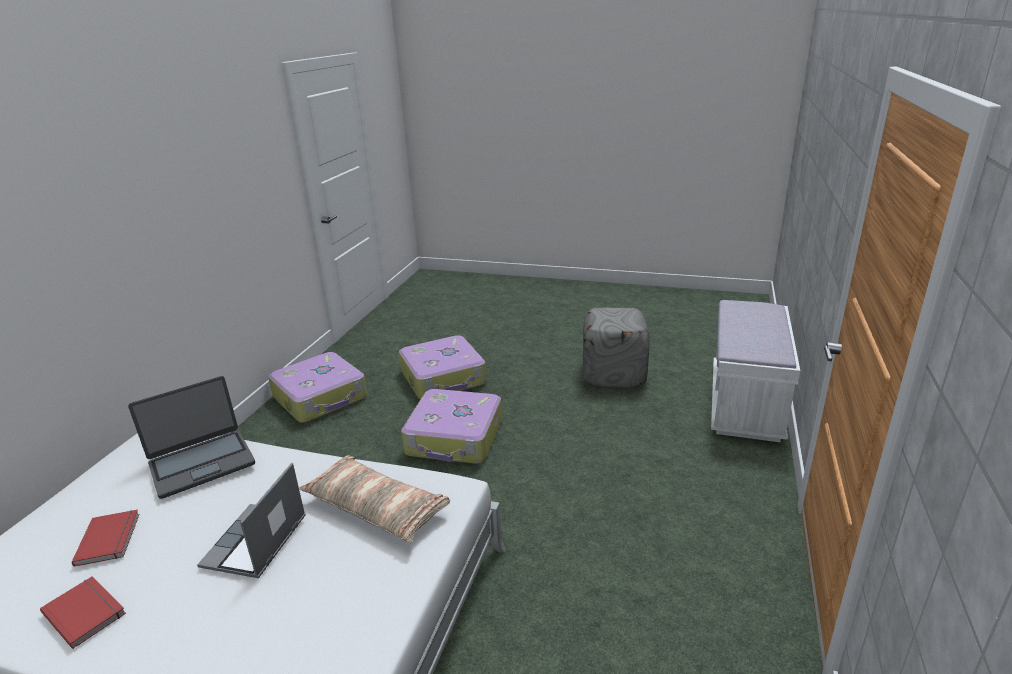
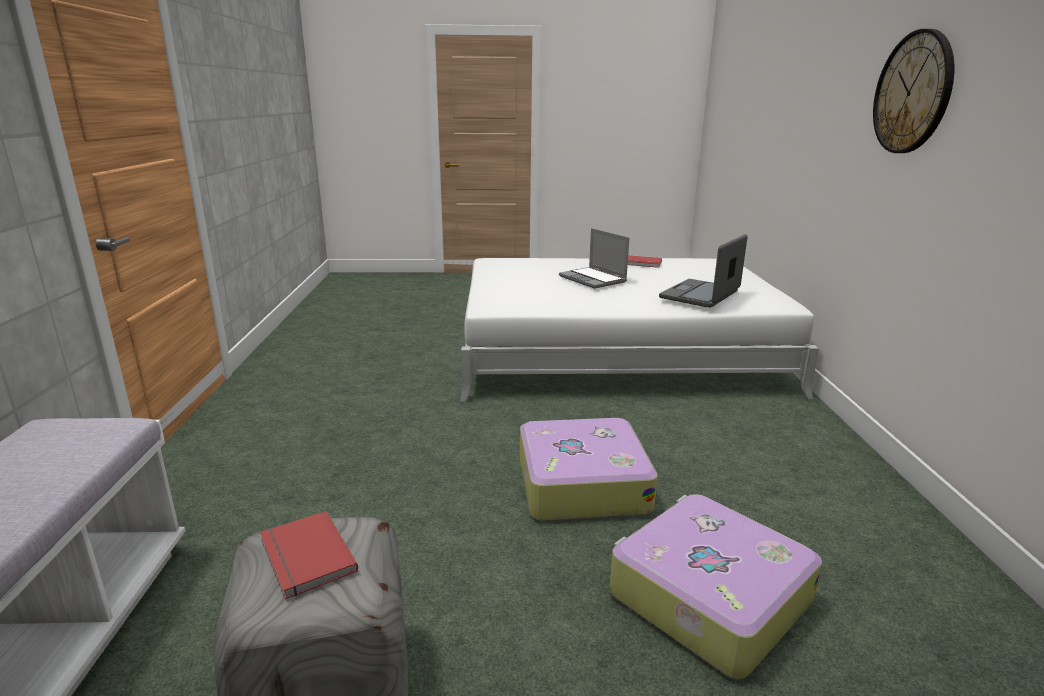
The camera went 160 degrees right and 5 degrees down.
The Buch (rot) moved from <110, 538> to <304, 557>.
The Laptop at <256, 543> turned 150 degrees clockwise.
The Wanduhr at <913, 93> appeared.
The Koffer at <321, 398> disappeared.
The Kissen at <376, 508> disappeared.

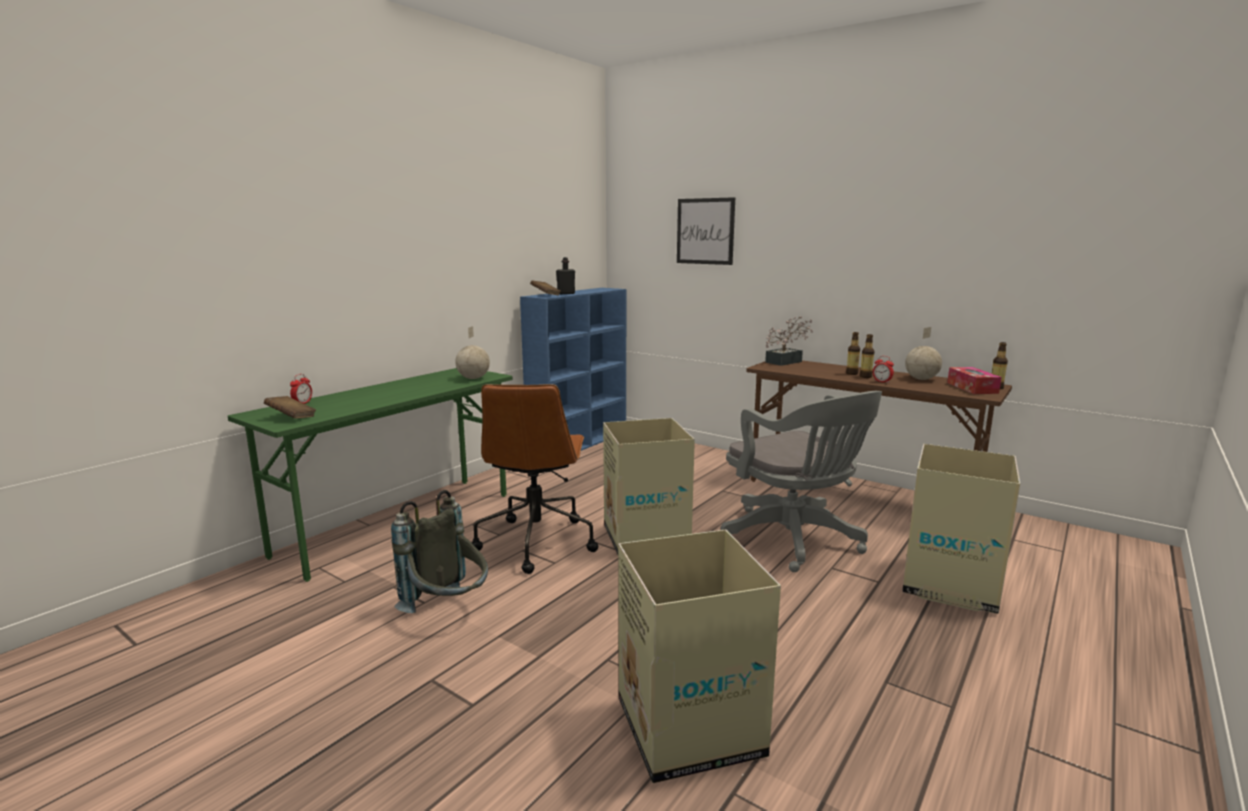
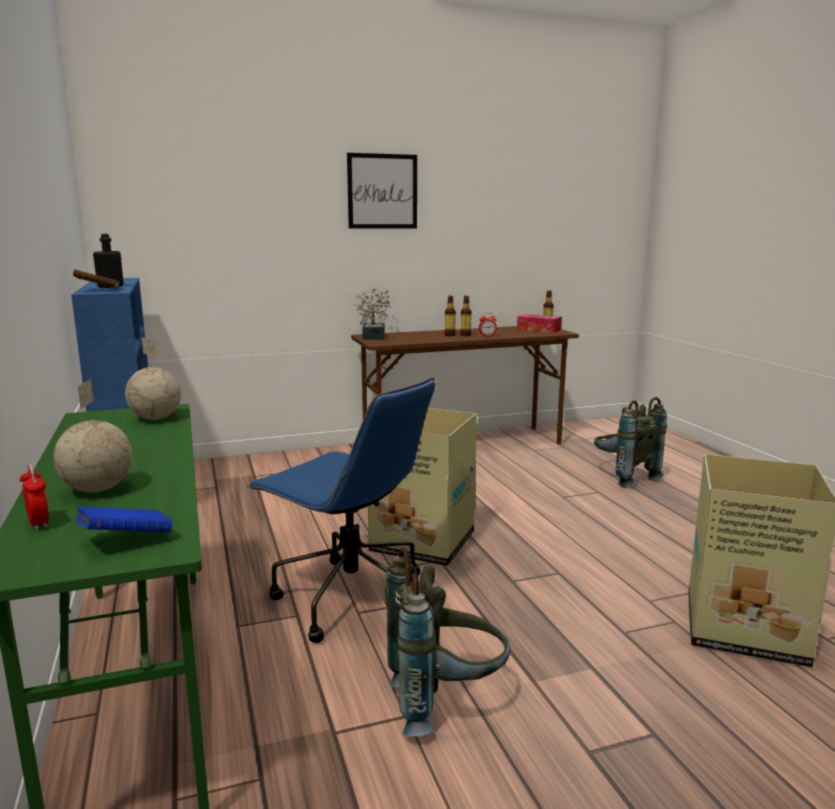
The camera went 55 degrees left and 0 degrees up.
The Globus moved from <921, 379> to <99, 489>.
The Buch (braun) at <291, 417> became the Buch (blau) at <126, 540>.
The Bürostuhl (braun) at <536, 541> became the Bürostuhl (blau) at <349, 598>.
The Bild moved from <705, 231> to <382, 191>.
The Karton at <949, 585> was replaced by the Rucksack (grau) at <623, 476>.
The Bürostuhl (grau) at <795, 541> disappeared.

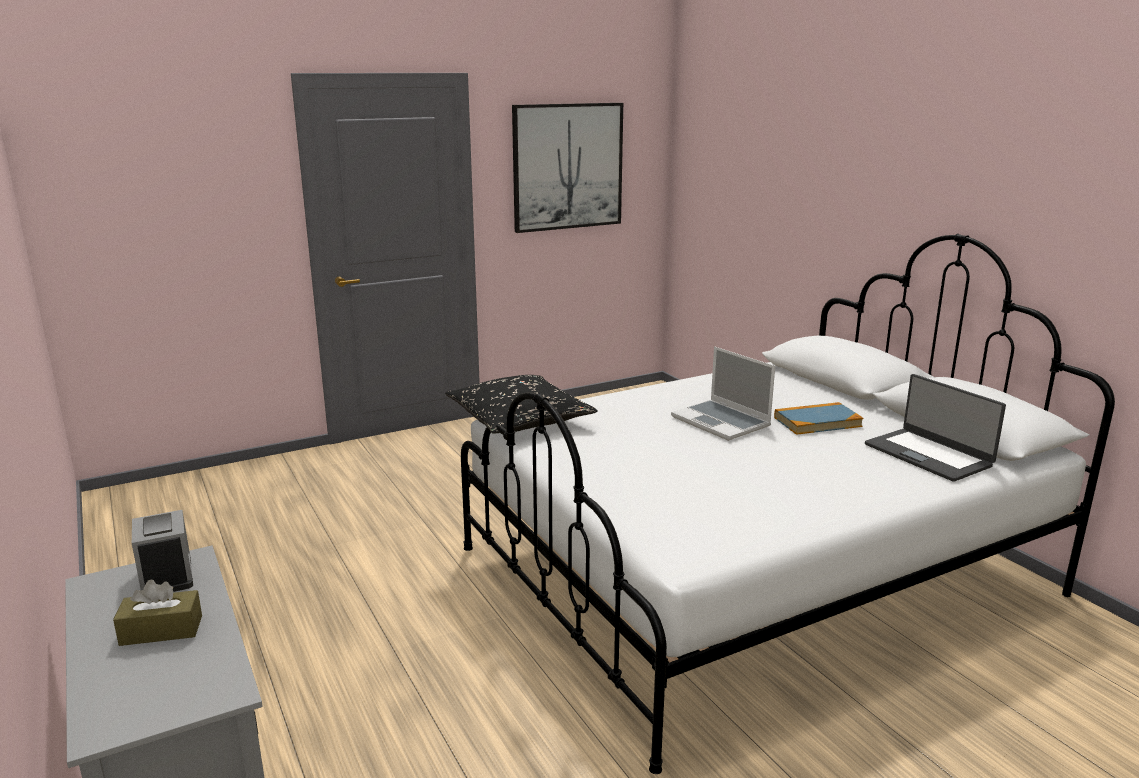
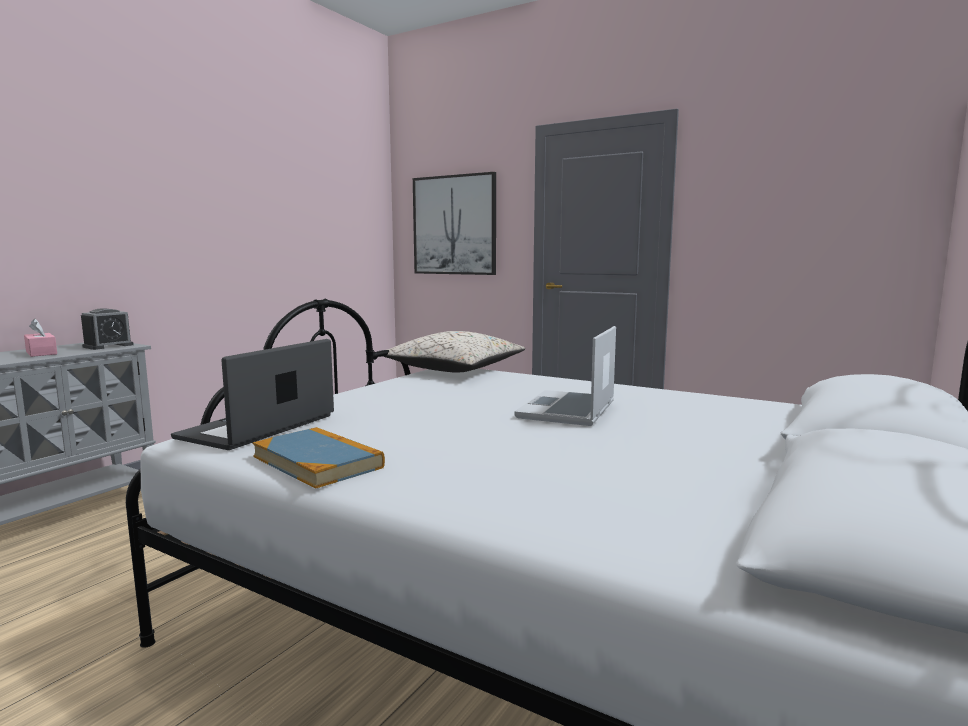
The camera went 60 degrees right and 10 degrees down.
The Taschentuchbox (braun) at <161, 630> became the Taschentuchbox (rosa) at <41, 353>.
The Laptop moved from <928, 455> to <259, 427>.
The Buch moved from <817, 422> to <317, 462>.
The Kissen (schwarz) at <519, 421> became the Kissen (beige) at <455, 369>.
The Bild moved from <567, 166> to <454, 225>.

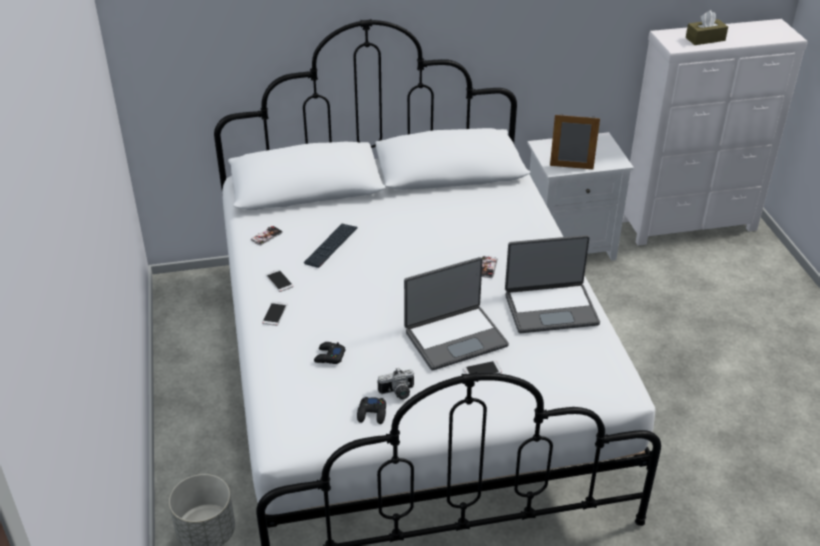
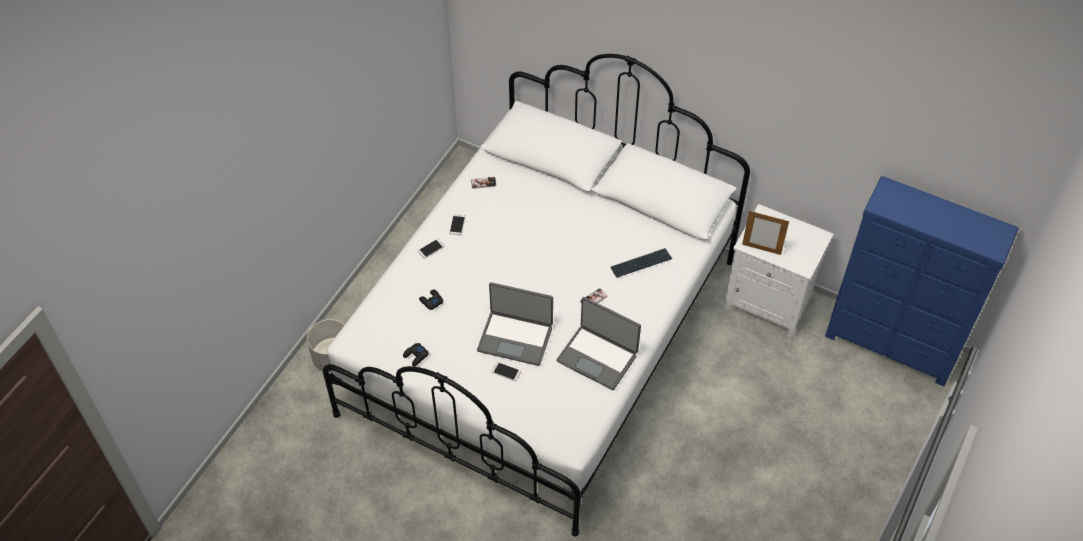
The camera went 40 degrees right and 15 degrees up.
The Tastatur moved from <331, 246> to <641, 263>.
The Bilderrahmen at <571, 167> turned 150 degrees clockwise.
The Kommode (weiß) at <689, 225> became the Kommode (blau) at <891, 346>.
The Kamera at <398, 393> disappeared.
The Taschentuchbox (braun) at <705, 39> disappeared.

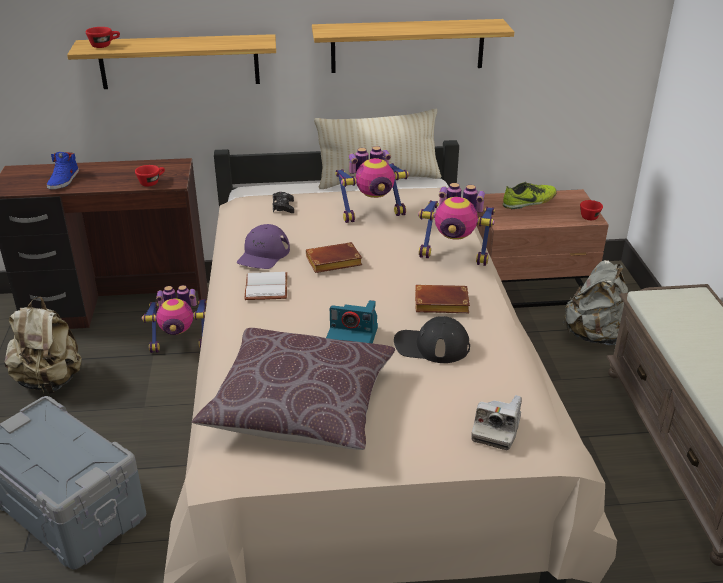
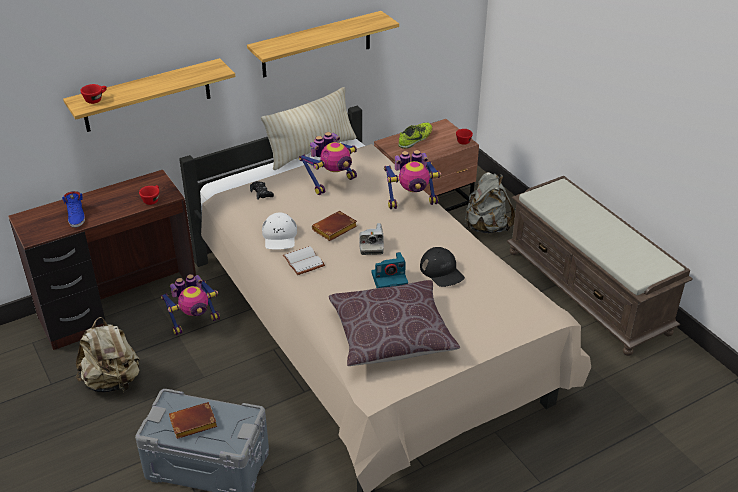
The camera went 25 degrees left and 5 degrees up.
The Buch (braun) moved from <439, 305> to <192, 424>.
The Kappe (lila) at <263, 254> became the Kappe (weiß) at <279, 236>.
The Kamera moved from <496, 430> to <371, 245>.
The Kappe (schwarz) at <431, 346> turned 105 degrees counterclockwise.

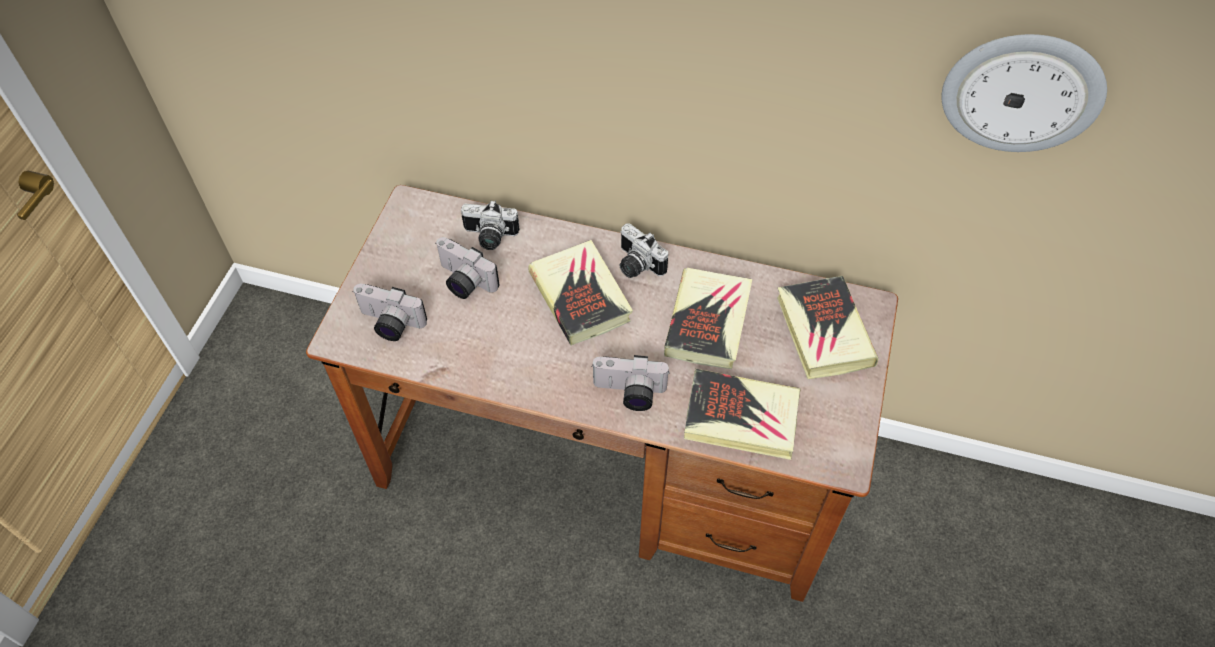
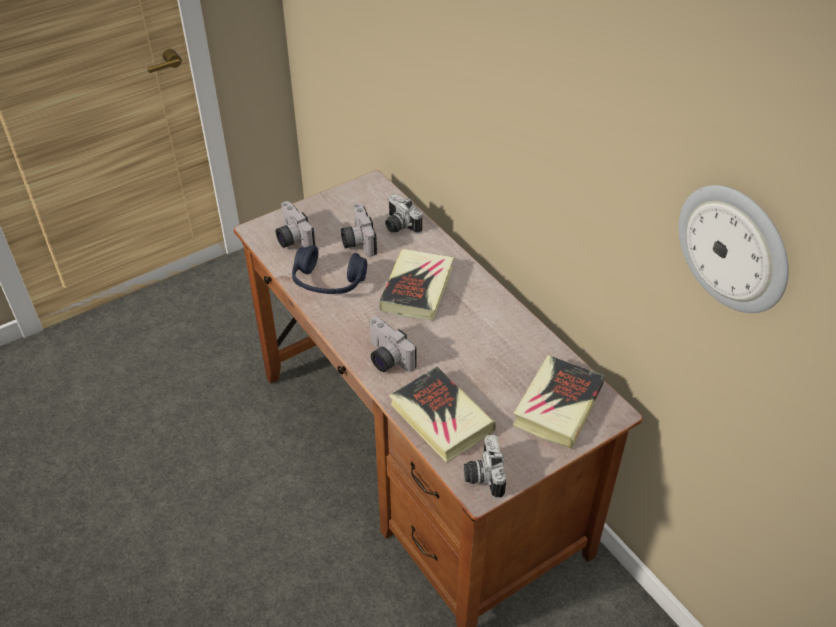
The camera went 40 degrees right and 10 degrees down.
The Kopfhörer (blau) at <328, 282> appeared.
The Kamera moved from <636, 265> to <482, 475>.
The Buch at <707, 322> disappeared.

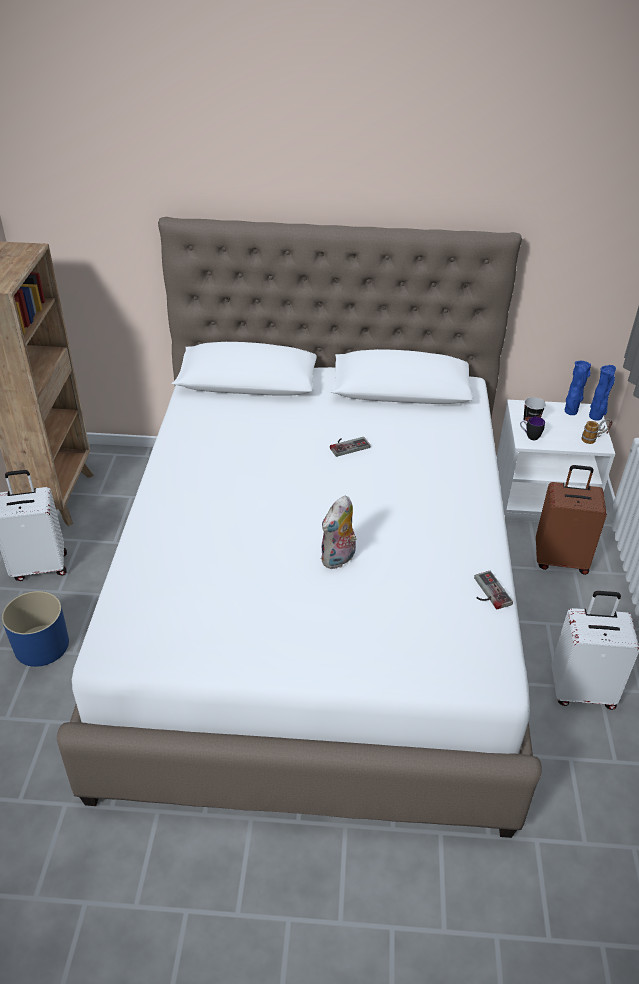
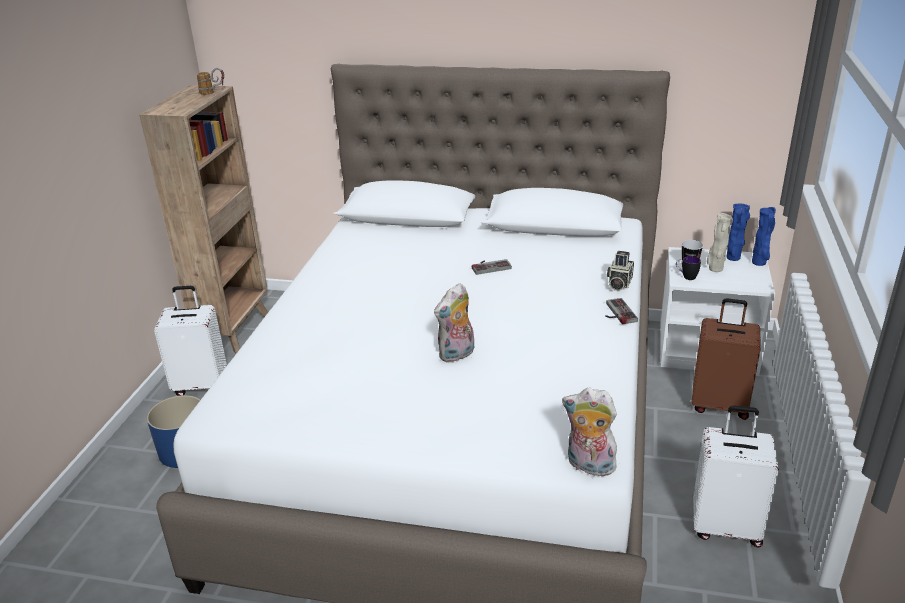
The camera went 10 degrees right and 10 degrees down.
The Henkelbecher moved from <594, 439> to <213, 92>.
The Plüschtier at <588, 466> appeared.
The Gamepad moved from <488, 592> to <616, 313>.
The Kamera at <618, 283> appeared.
The Vase (beige) at <714, 269> appeared.

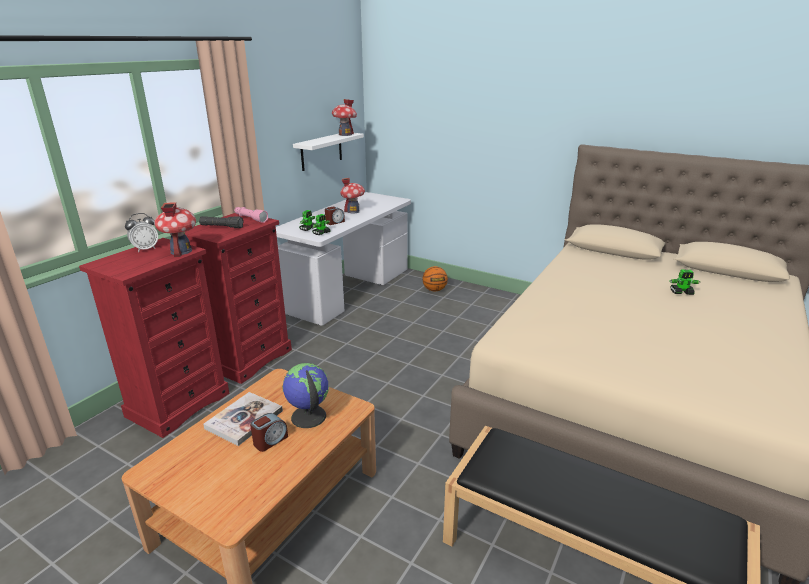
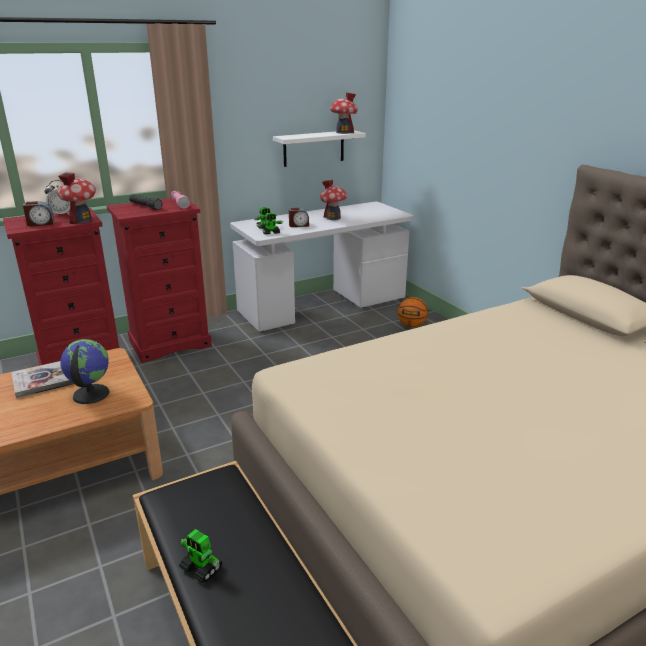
The camera went 30 degrees right and 0 degrees up.
The Wecker moved from <270, 441> to <40, 223>.
The Spielzeugroboter moved from <681, 292> to <201, 569>.

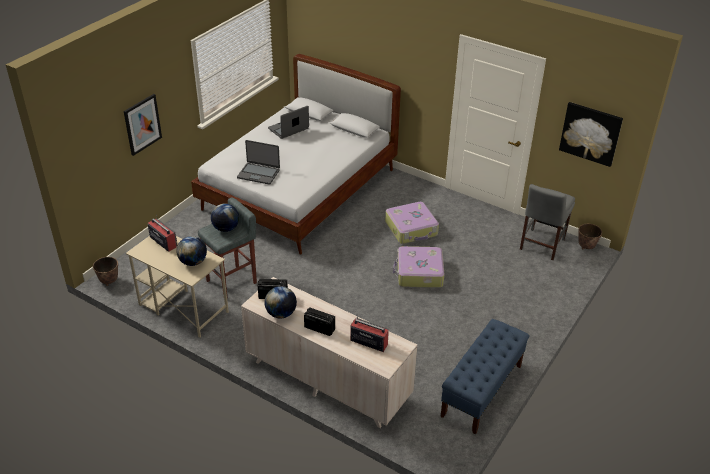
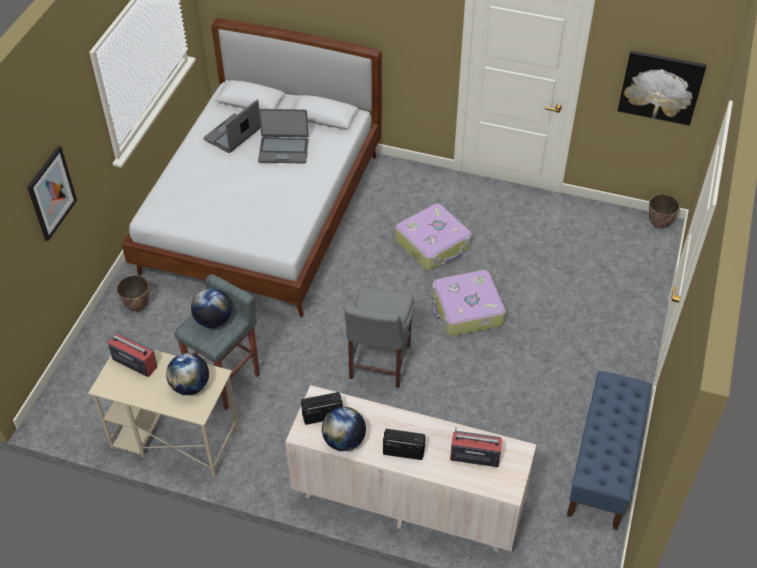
The camera went 15 degrees left and 10 degrees up.
The Pflanzkübel moved from <109, 281> to <137, 306>.
The Laptop moved from <258, 174> to <283, 150>.
The Stuhl (grau) moved from <541, 245> to <378, 365>.

